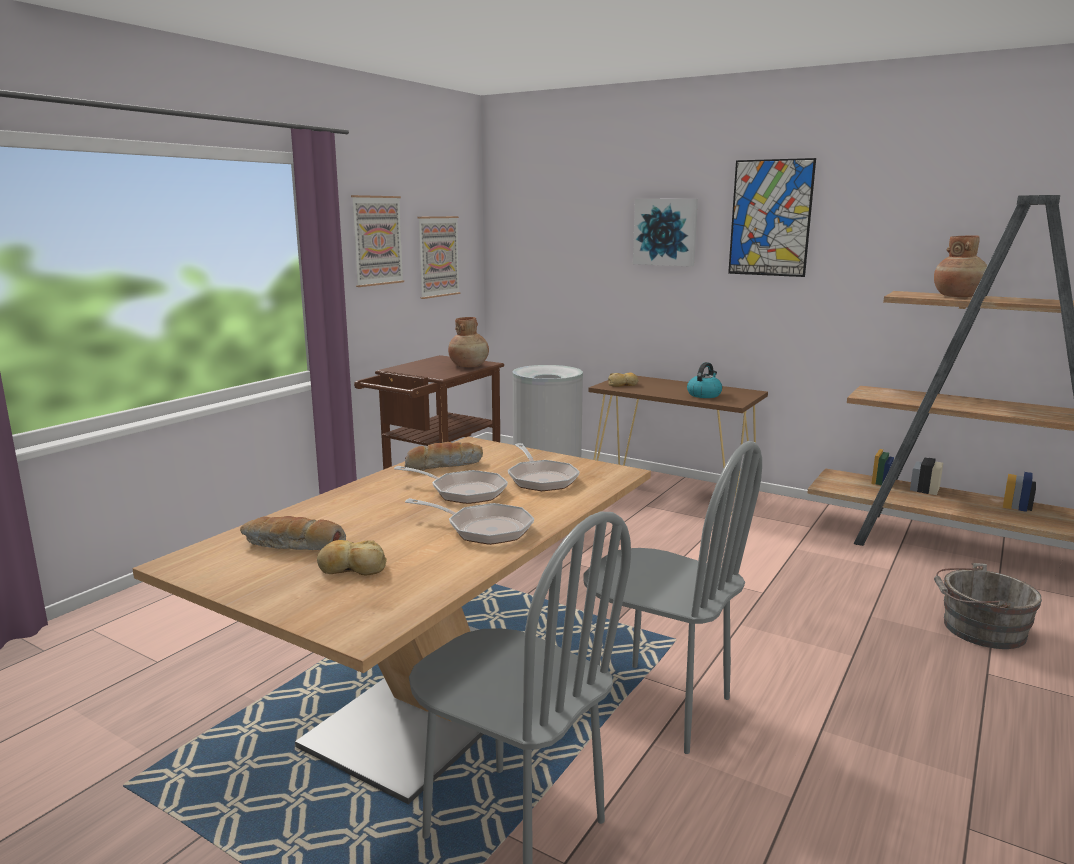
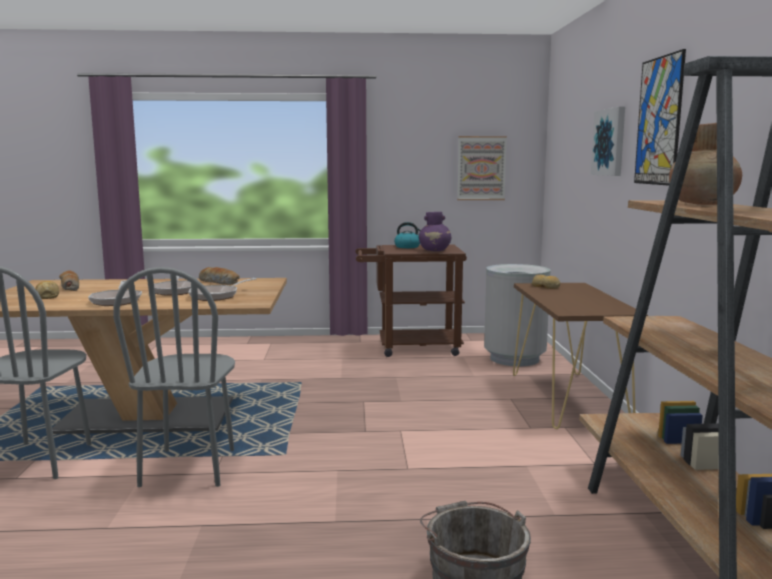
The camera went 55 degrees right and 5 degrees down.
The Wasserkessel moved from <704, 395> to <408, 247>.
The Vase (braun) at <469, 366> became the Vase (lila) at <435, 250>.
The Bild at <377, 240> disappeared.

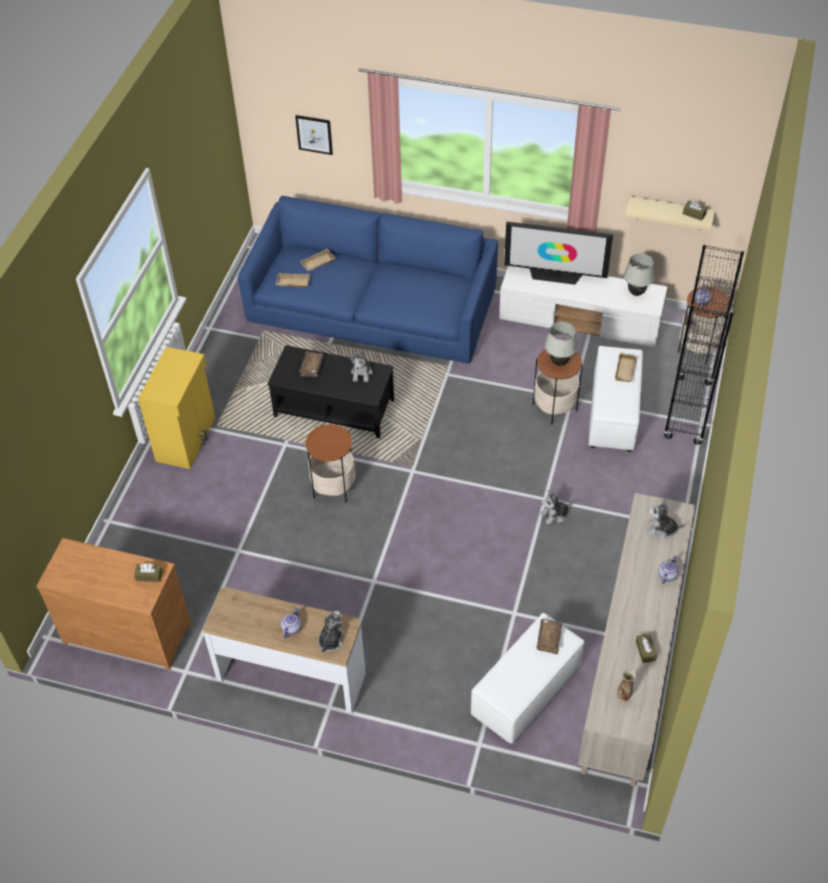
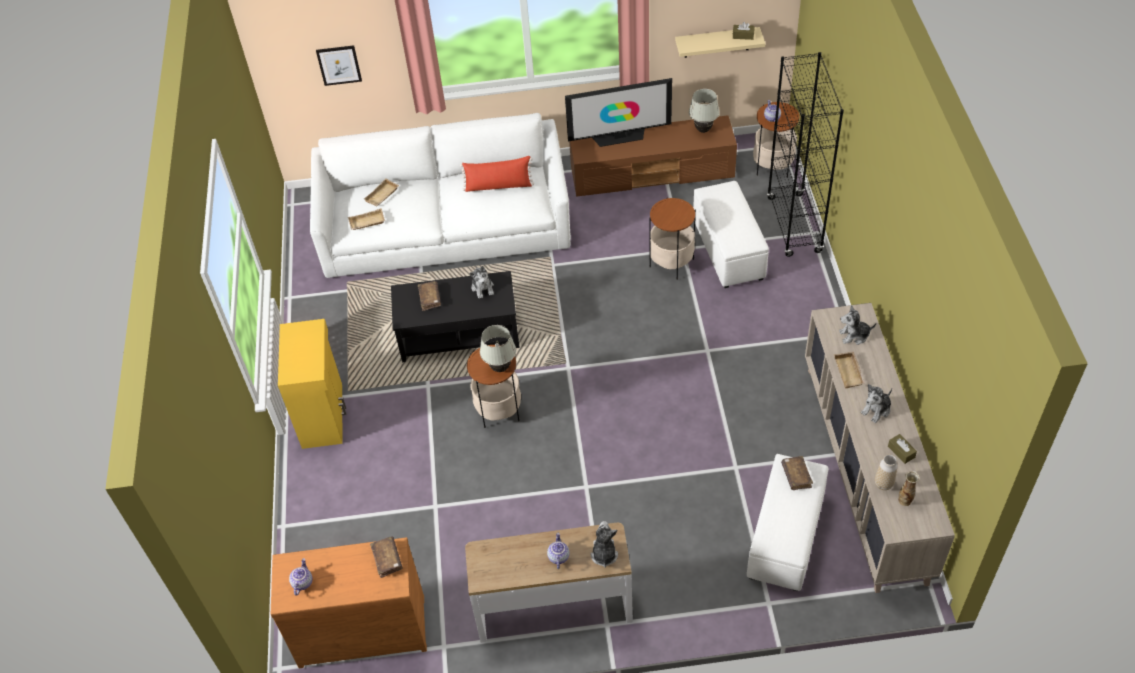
The camera went 20 degrees left and 0 degrees up.
The Teekanne moved from <667, 575> to <302, 582>.
The Sofa (blau) at <372, 306> became the Sofa (weiß) at <445, 223>.
The Taschentuchbox (braun) at <149, 576> was replaced by the Buch (braun) at <387, 559>.
The Kissen (rot) at <498, 186> appeared.
The Tischlampe (weiß) moved from <559, 362> to <500, 368>.
The Fernsehschrank (weiß) at <581, 320> became the Fernsehschrank (braun) at <653, 173>.
The Tablett (beige) moved from <626, 370> to <850, 372>.
The Plüschtier moved from <554, 515> to <876, 410>.
The Vase at <883, 484> appeared.

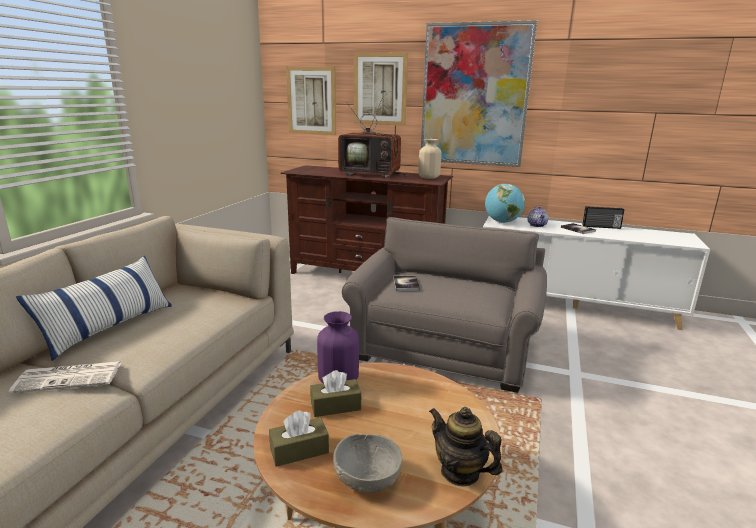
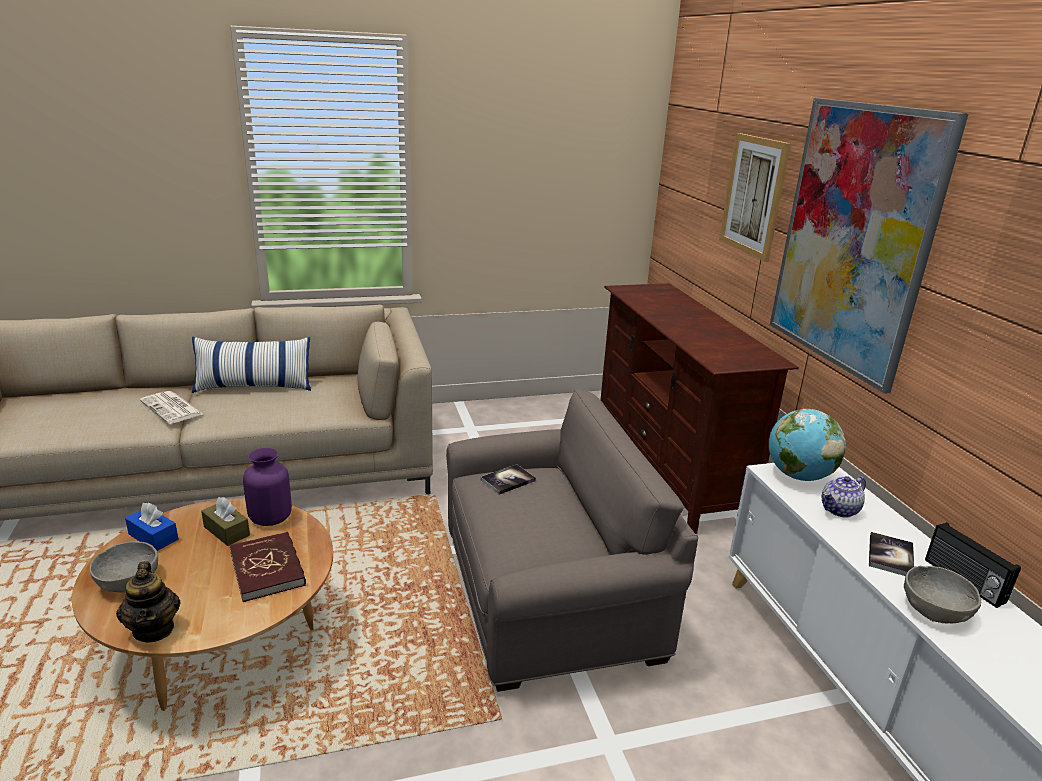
The camera went 55 degrees right and 5 degrees up.
The Teekanne at <460, 472> turned 150 degrees clockwise.
The Taschentuchbox (braun) at <299, 450> became the Taschentuchbox (blau) at <153, 537>.
The Buch (rot) at <268, 569> appeared.
The Schüssel (grau) at <935, 611> appeared.
The Bild at <311, 101> disappeared.
The Fernseher at <372, 174> disappeared.
The Vase (beige) at <429, 177> disappeared.

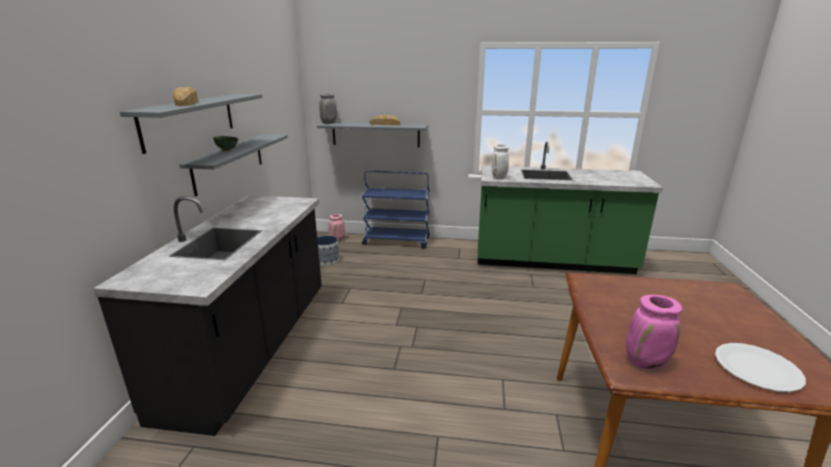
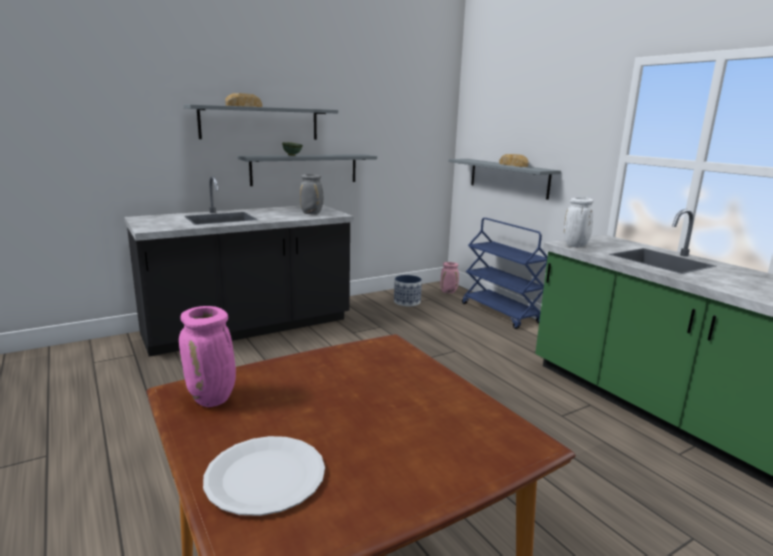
The camera went 50 degrees right and 5 degrees down.
The Vase (grau) moved from <329, 123> to <312, 213>.

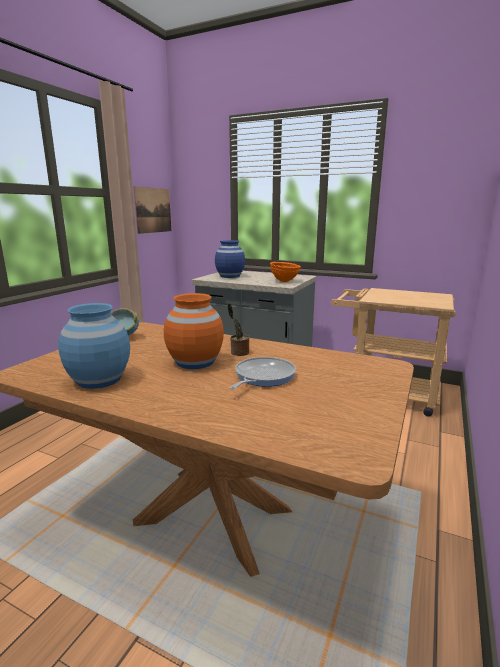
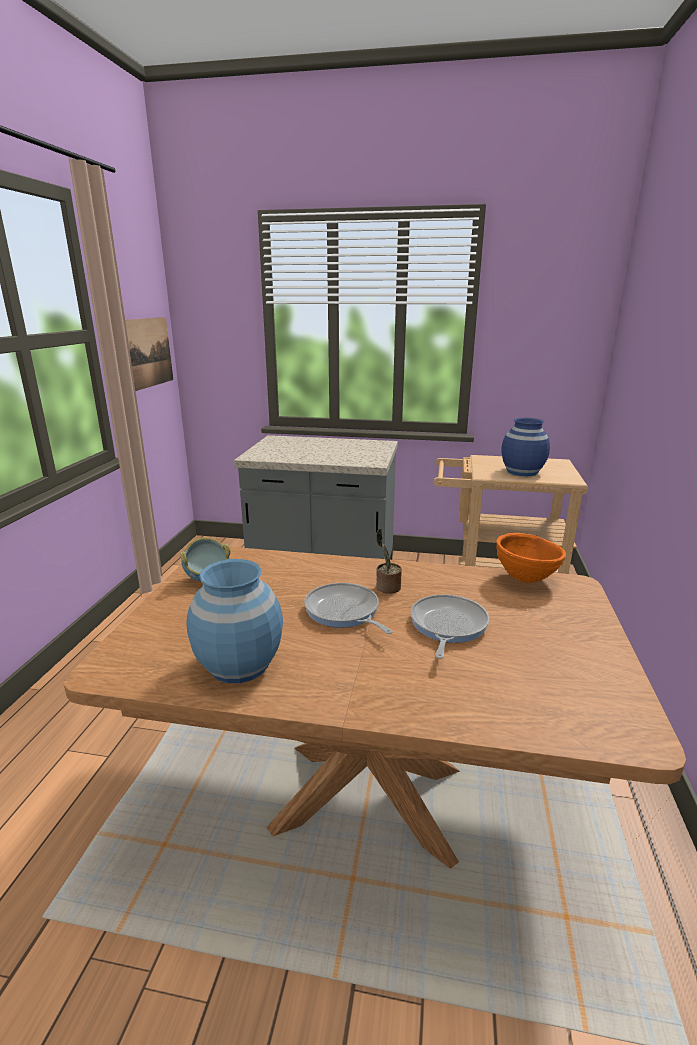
The camera went 15 degrees left and 5 degrees up.
The Vase (orange) at <195, 362> was replaced by the Pfanne at <344, 612>.
The Schüssel (orange) moved from <284, 281> to <525, 579>.
The Vase (blau) moved from <230, 276> to <522, 472>.

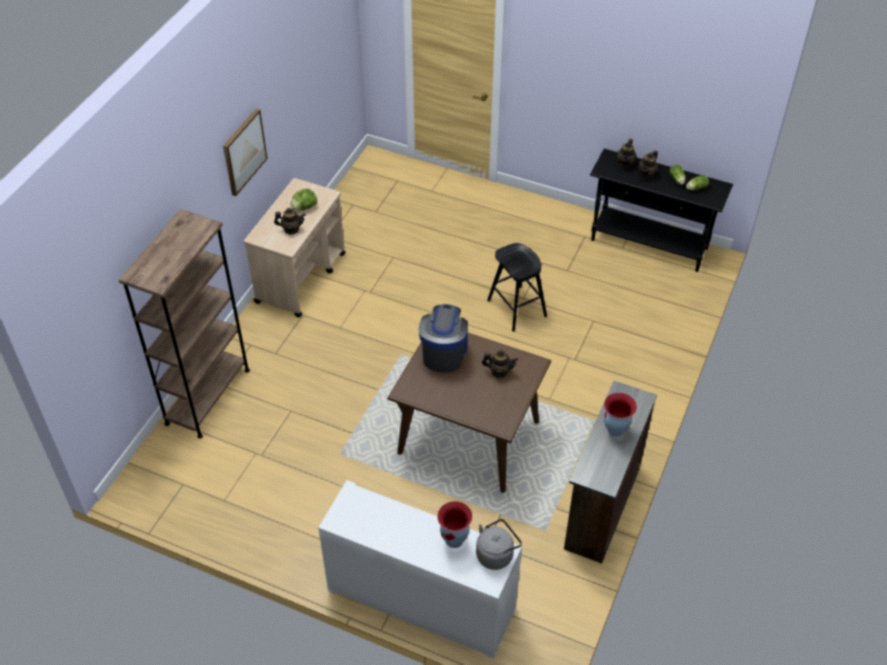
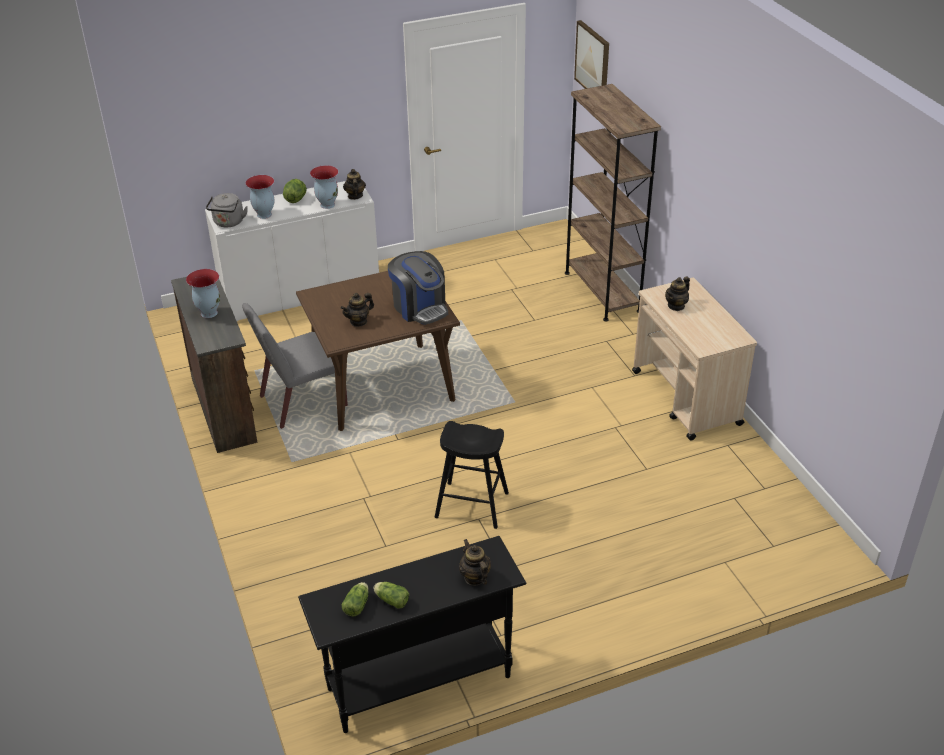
The camera went 135 degrees right and 10 degrees down.
The Stuhl (grau) at <302, 401> appeared.
The Salatkopf moved from <304, 208> to <296, 199>.
The Vase at <327, 204> appeared.
The Teekanne moved from <647, 174> to <355, 196>.
The Bild moved from <244, 151> to <593, 61>.

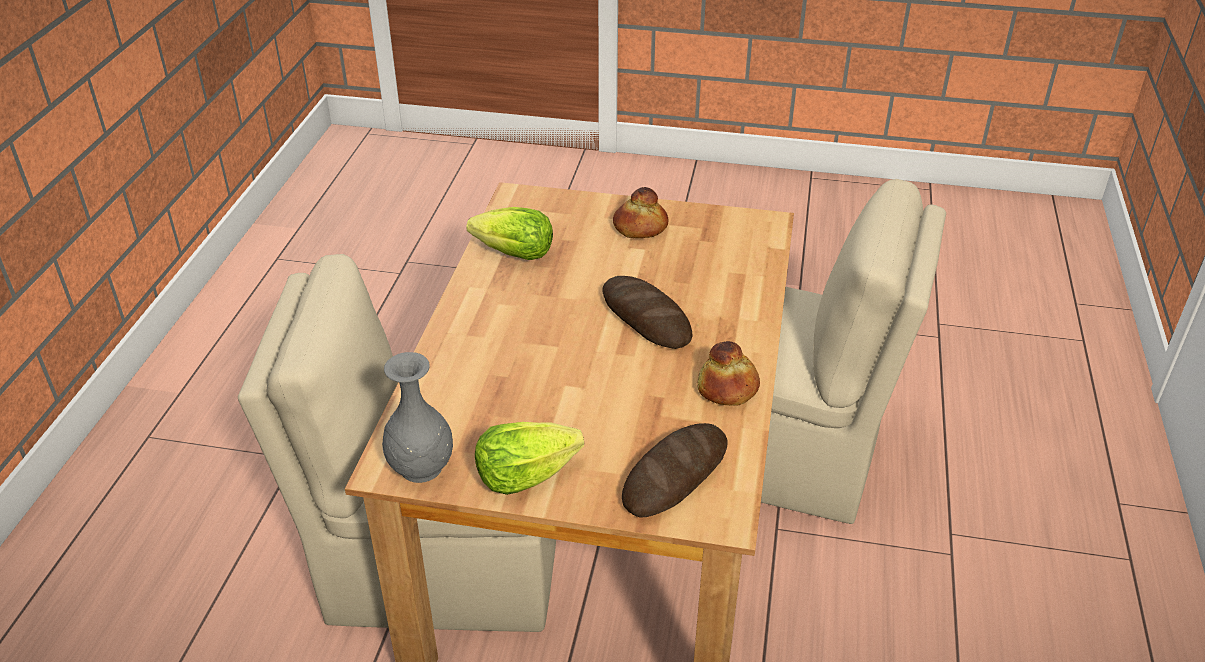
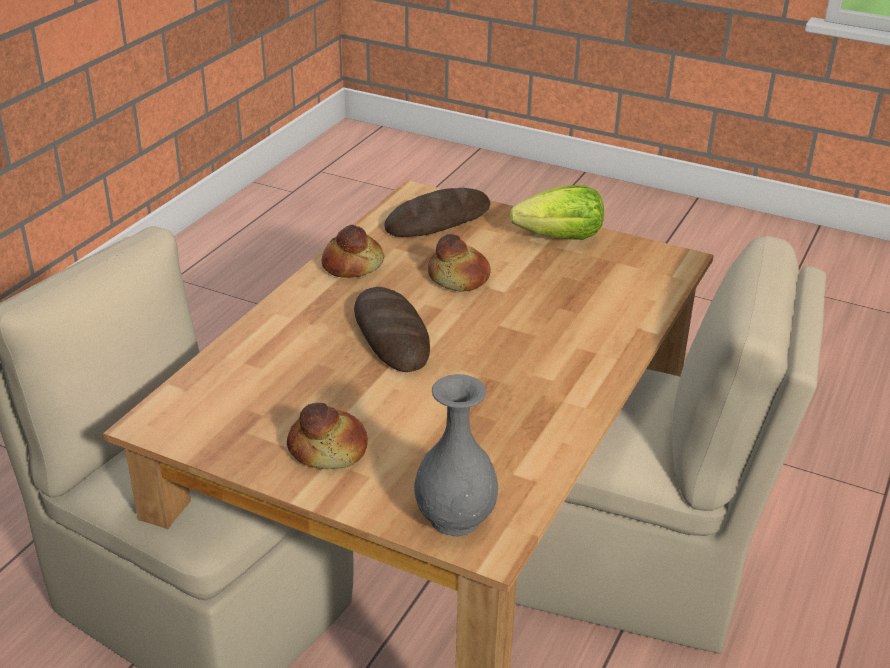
The camera went 165 degrees left and 5 degrees down.
The Vase (grau) moved from <420, 468> to <456, 518>.
The Brot at <459, 277> appeared.
The Salatkopf at <515, 254> disappeared.

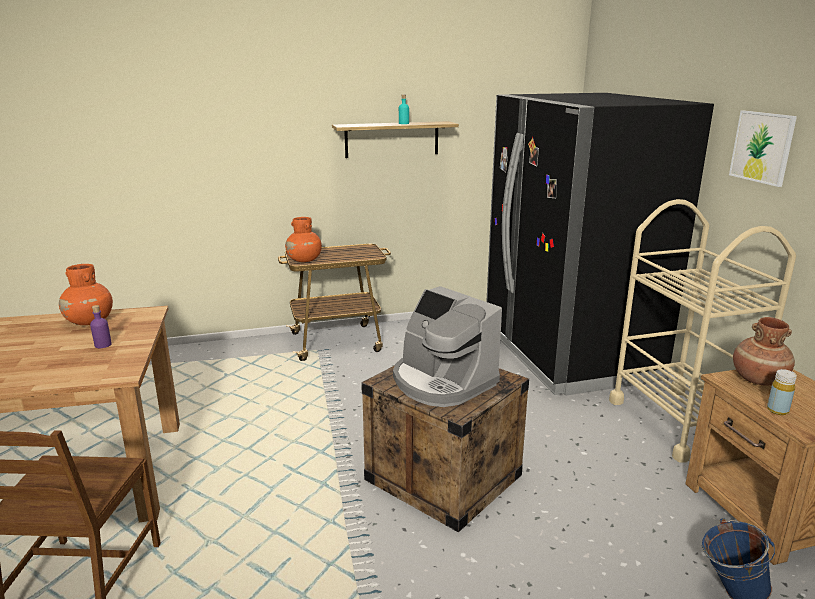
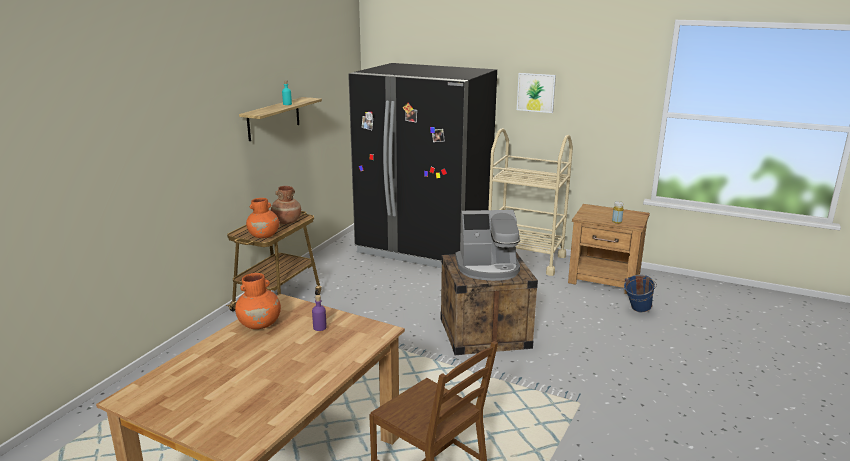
The camera went 50 degrees left and 0 degrees up.
The Vase (braun) moved from <758, 379> to <286, 221>.

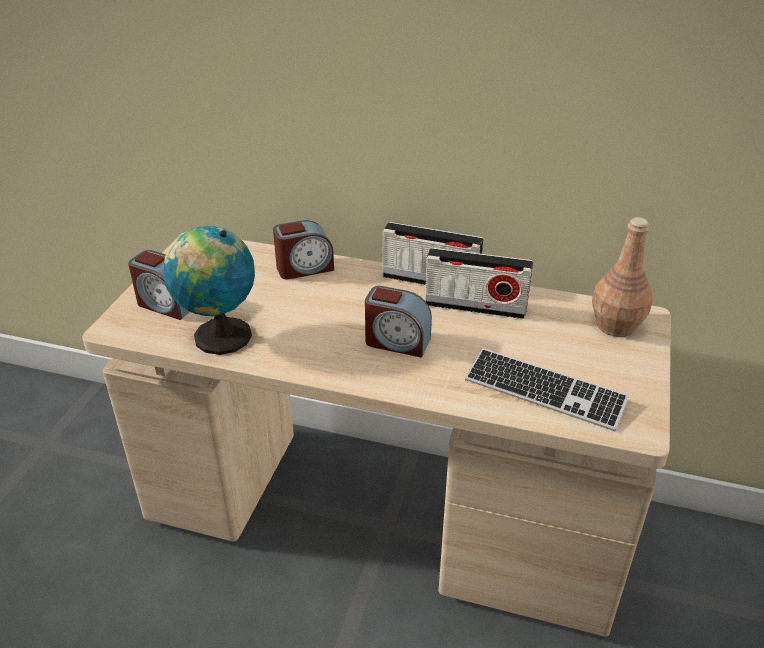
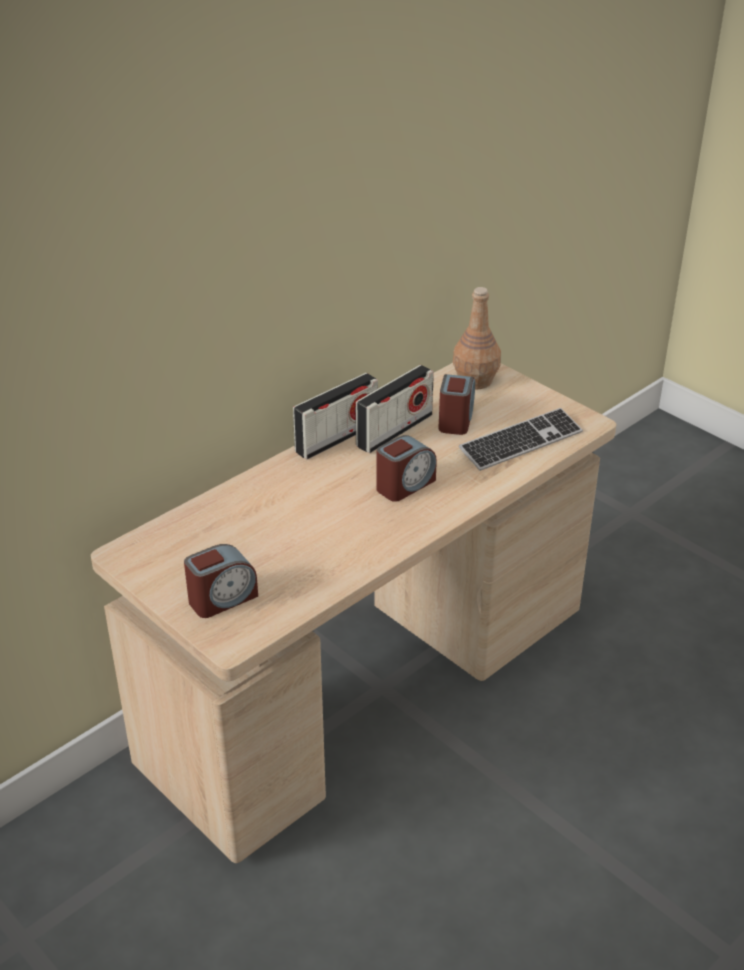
The camera went 60 degrees left and 0 degrees up.
The Wecker moved from <304, 268> to <456, 419>.
The Globus at <218, 337> disappeared.

